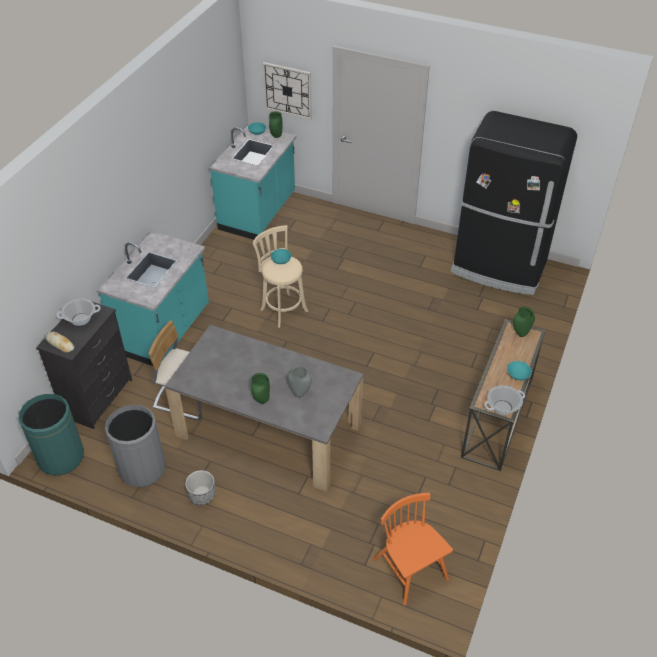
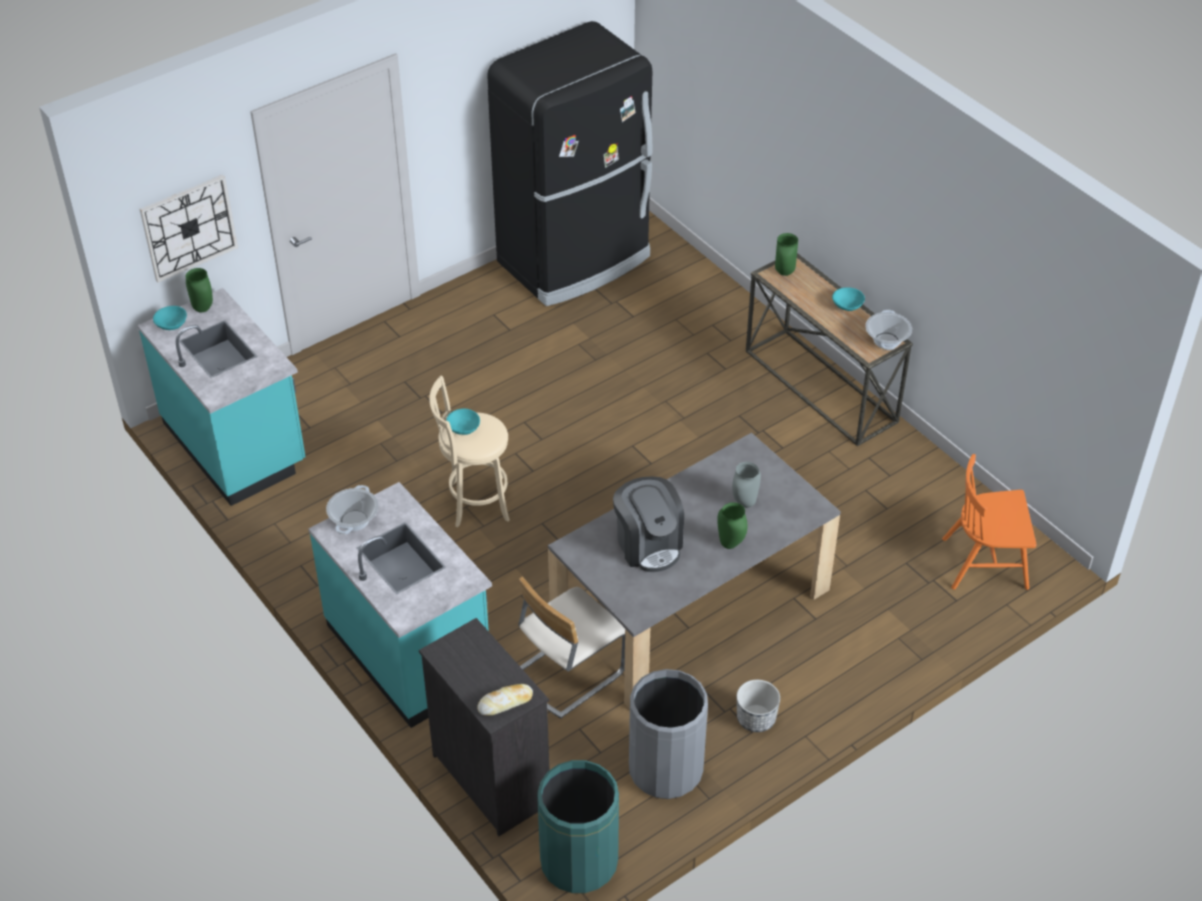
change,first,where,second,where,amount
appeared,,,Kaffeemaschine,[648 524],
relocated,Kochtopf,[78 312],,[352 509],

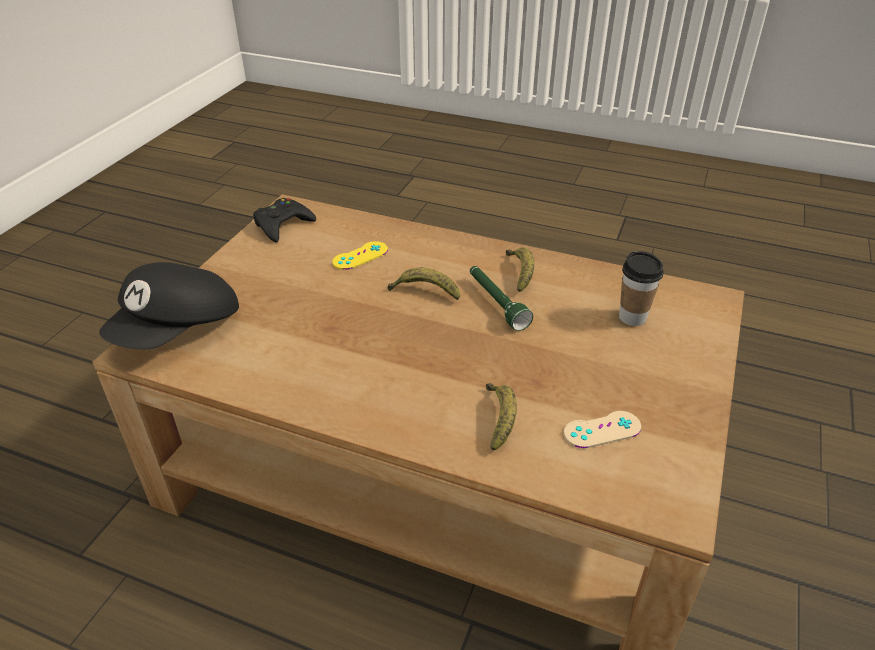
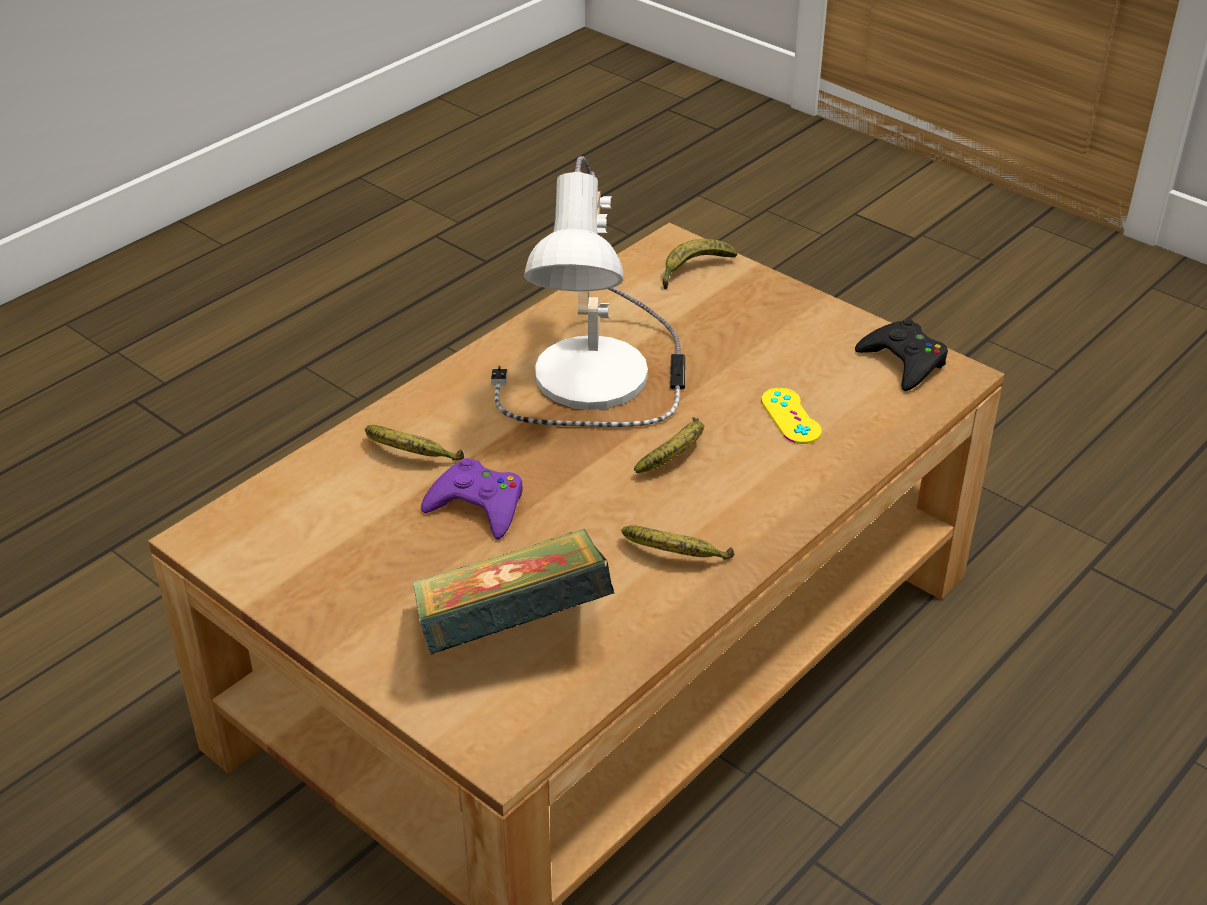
change,first,where,second,where,amount
missing,Taschenlampe [grün],[501 298],,,
missing,Gamepad [beige],[602 429],,,
appeared,,,Gamepad [lila],[472 499],
appeared,,,Tischlampe,[588 291],
exchanged,Kappe [schwarz],[169 305],Banane,[700 264],
exchanged,Tasse,[641 288],Buch,[513 592],

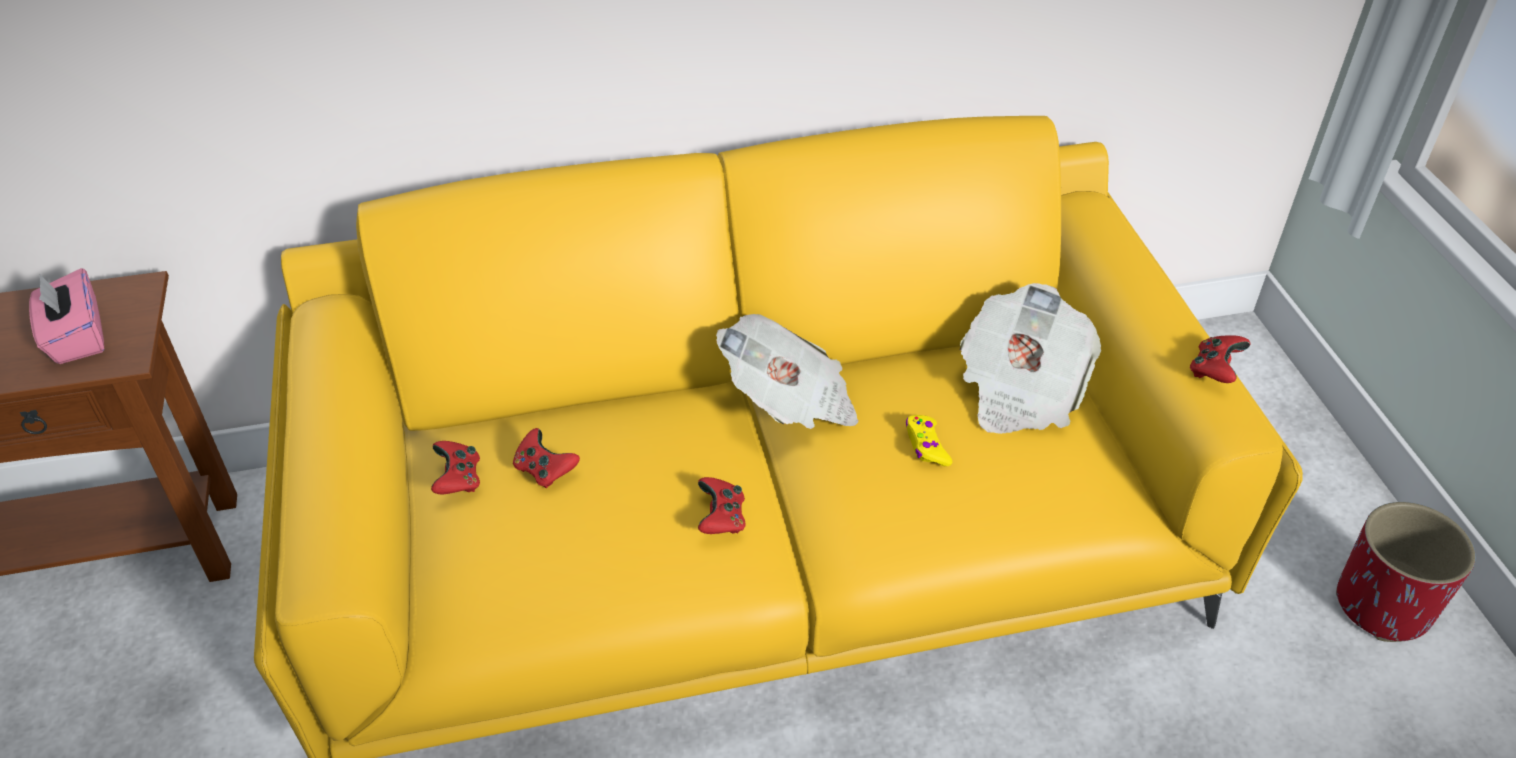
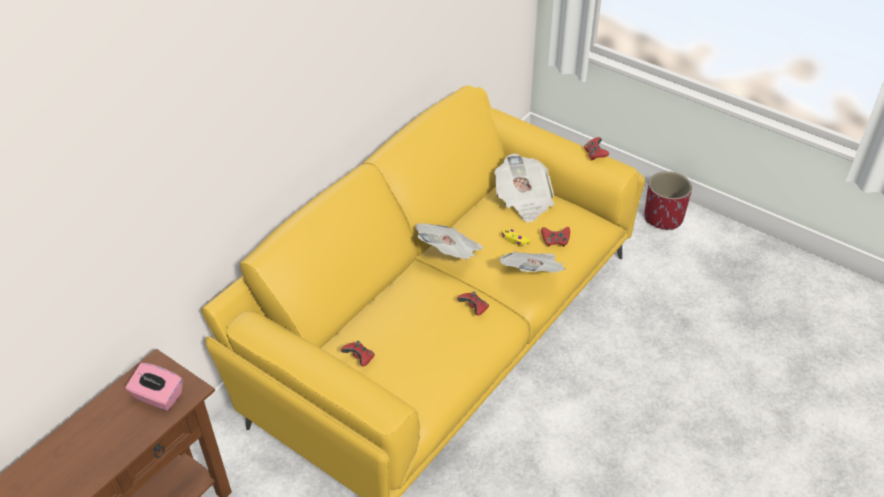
change,first,where,second,where,amount
appeared,,,Zeitung,[532 262],
relocated,Gamepad [rot],[546 458],,[555 237],

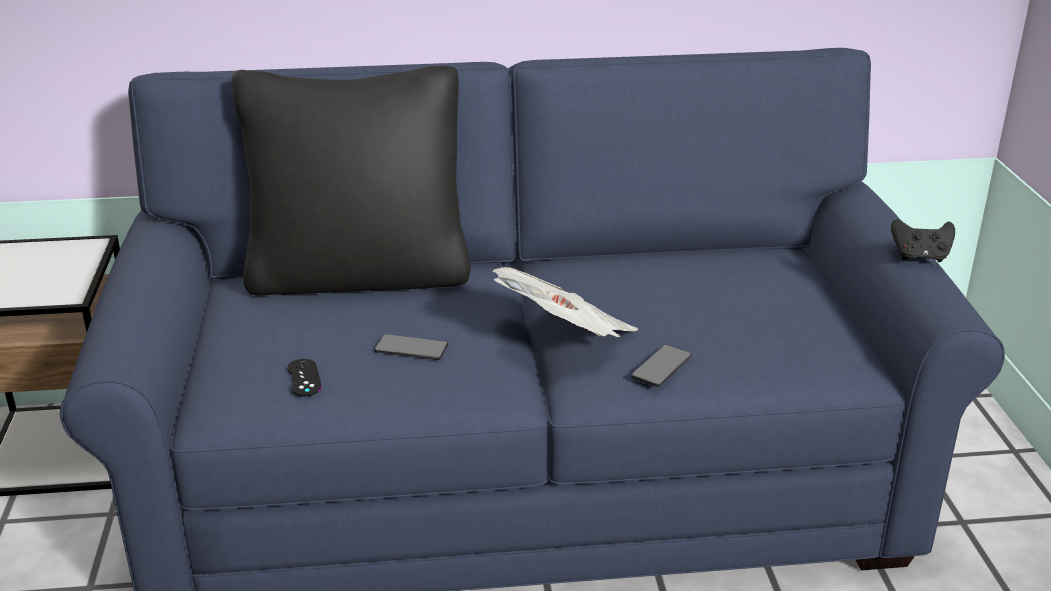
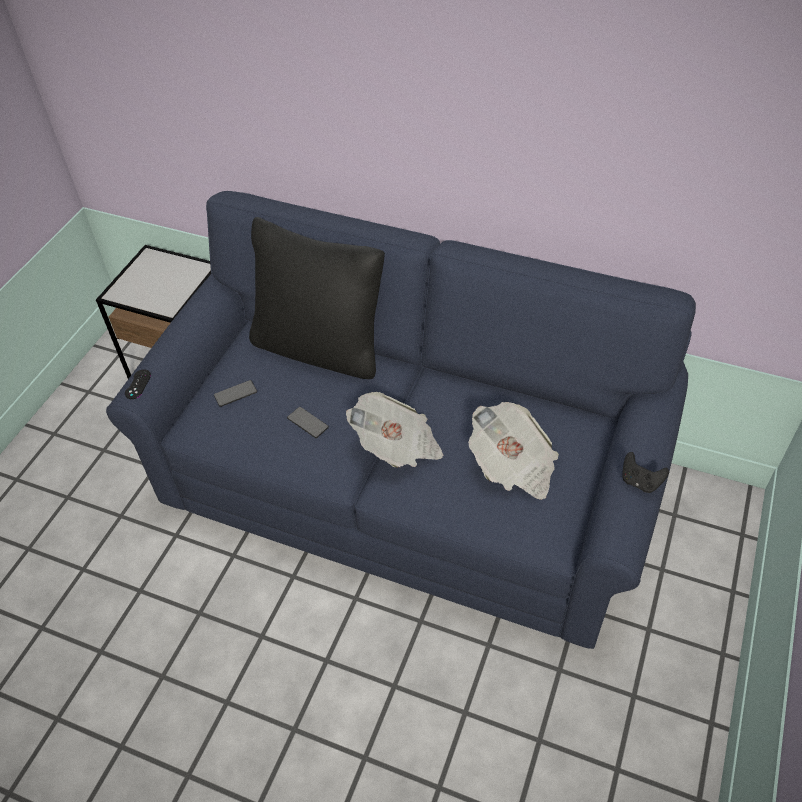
change,first,where,second,where,amount
appeared,,,Zeitung,[513 451],
relocated,Gamepad [schwarz],[304 378],,[138 384],
relocated,Handy,[661 366],,[235 393],

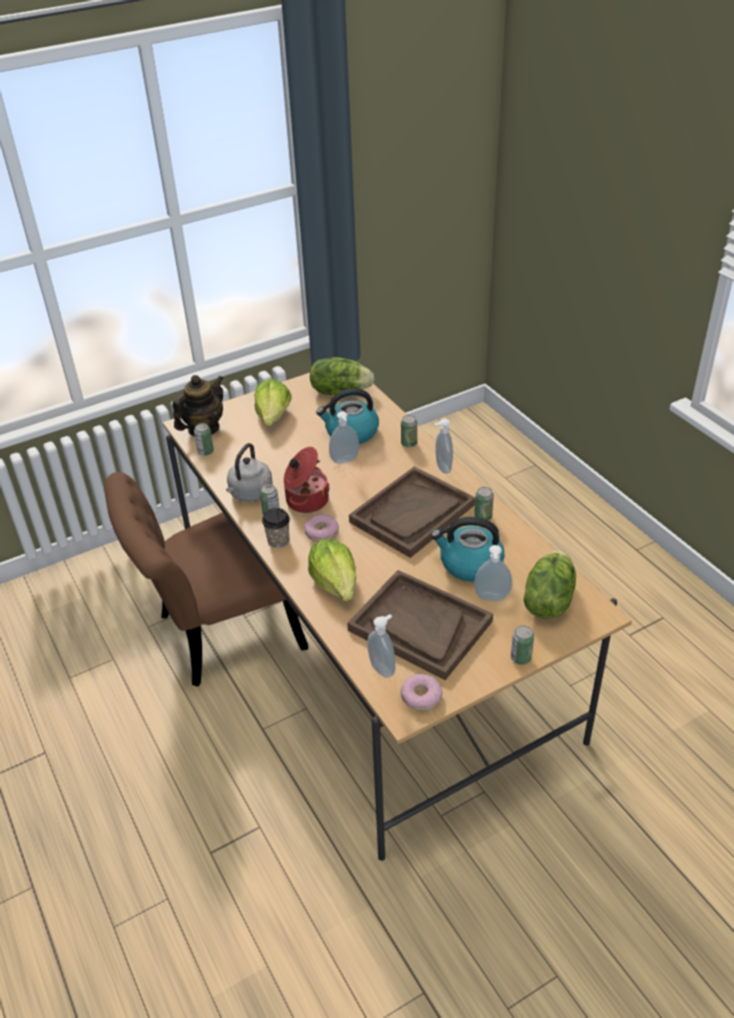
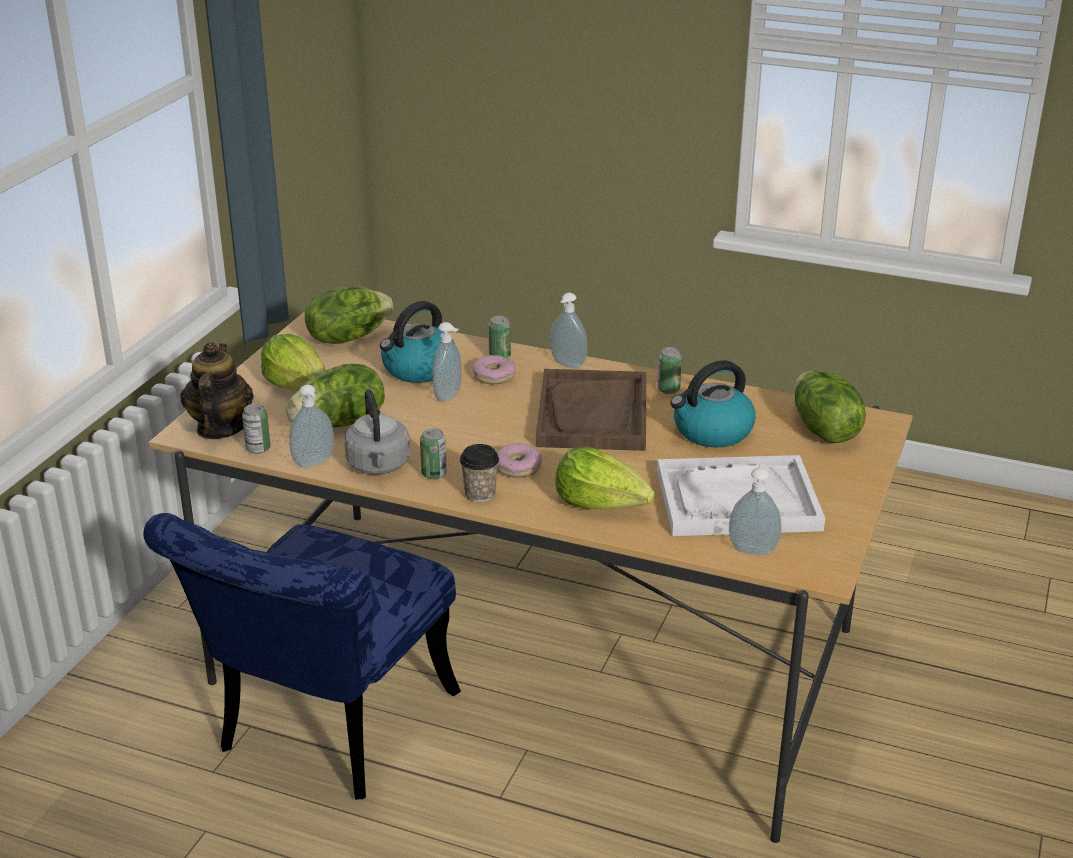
change,first,where,second,where,amount
missing,Kochtopf,[307 480],,,
missing,Dose,[522 645],,,
appeared,,,Salatkopf,[335 396],
relocated,Donut,[421 692],,[494 369],
relocated,Seifenspender,[493 573],,[311 426],
colour,Stuhl [braun],[206 579],Stuhl [blau],[302 656],
colour,Tablett [braun],[420 625],Tablett [weiß],[741 495],

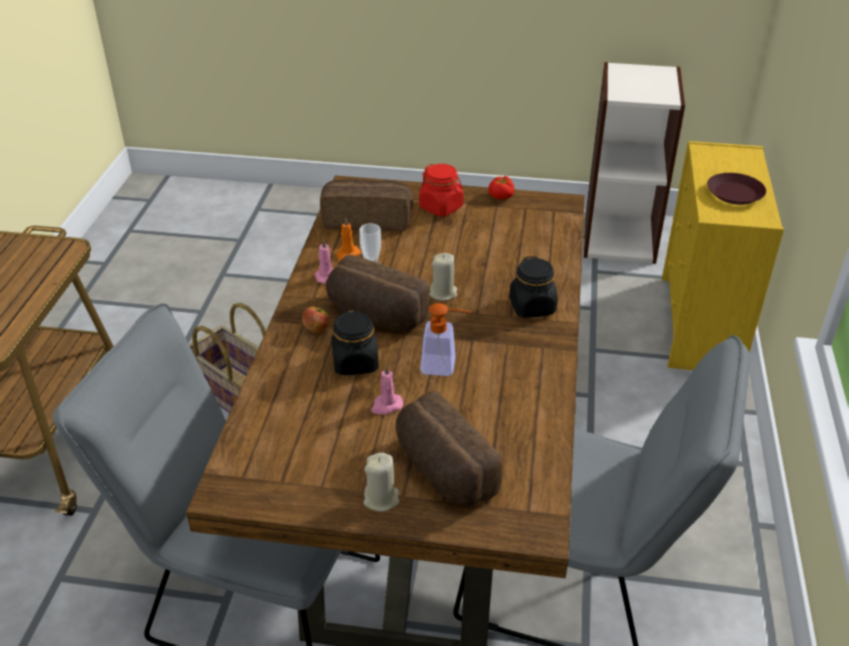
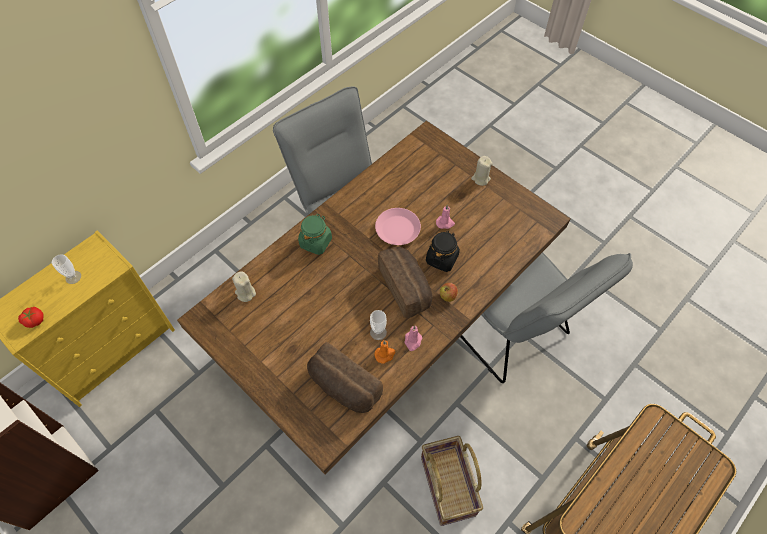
change,first,where,second,where,amount
missing,Brot,[449 448],,,
missing,Vorratsglas [rot],[441 190],,,
relocated,Kerze [beige],[443 277],,[244 287],
relocated,Tomate,[501 188],,[31 317],
exchanged,Seifenspender,[445 339],Teller [rosa],[398 226],
exchanged,Teller [braun],[736 189],Tasse,[66 269],
colour,Vorratsglas [schwarz],[533 287],Vorratsglas [grün],[315 234],

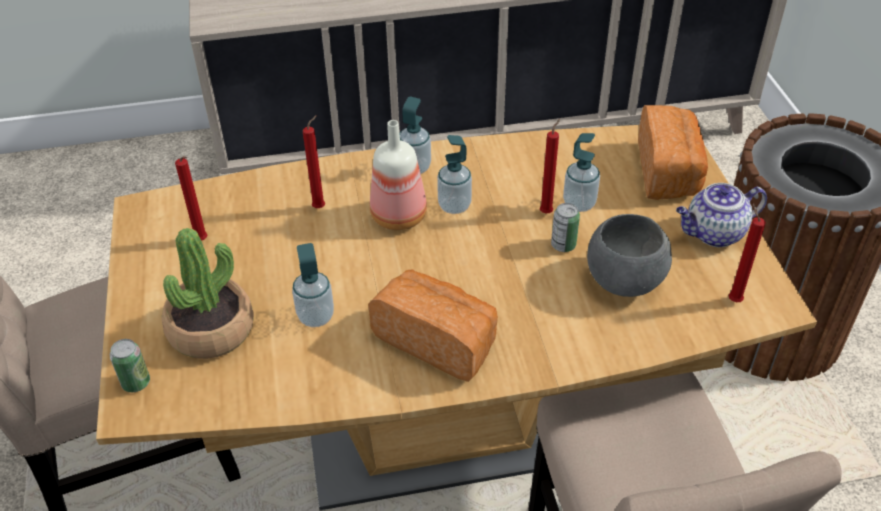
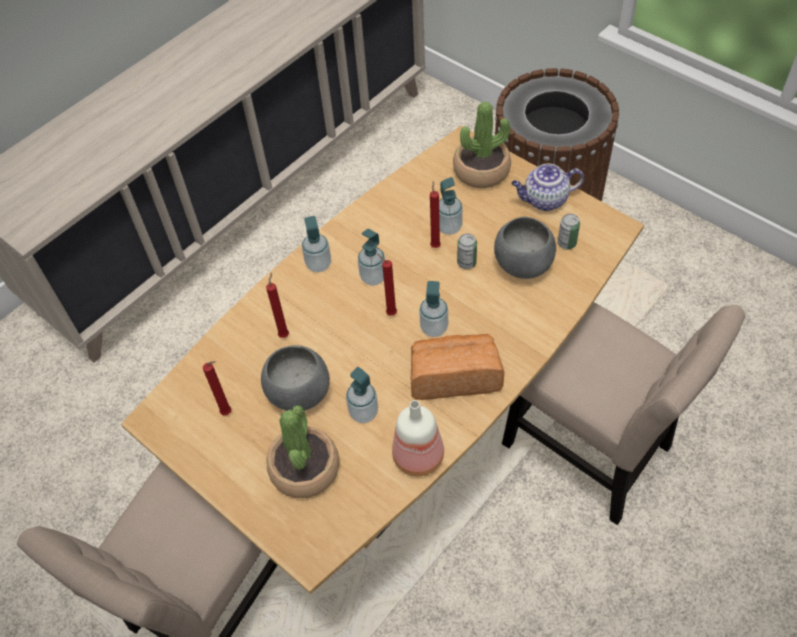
change,first,where,second,where,amount
appeared,,,Schüssel [grau],[295 378],
appeared,,,Seifenspender,[433 309],
relocated,Dose,[130 365],,[569 231],
relocated,Flasche,[398 175],,[418 438],
relocated,Kerze [rot],[747 253],,[387 285],
exchanged,Brot,[673 152],Topfpflanze,[482 145],
spun,Teekanne,[721 215],,[547 187],45 degrees clockwise

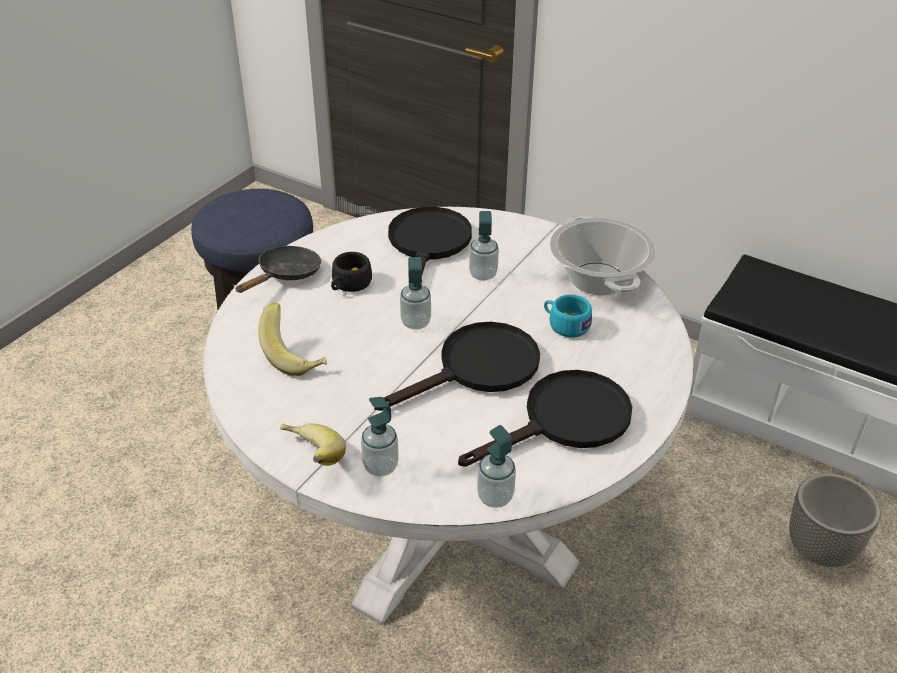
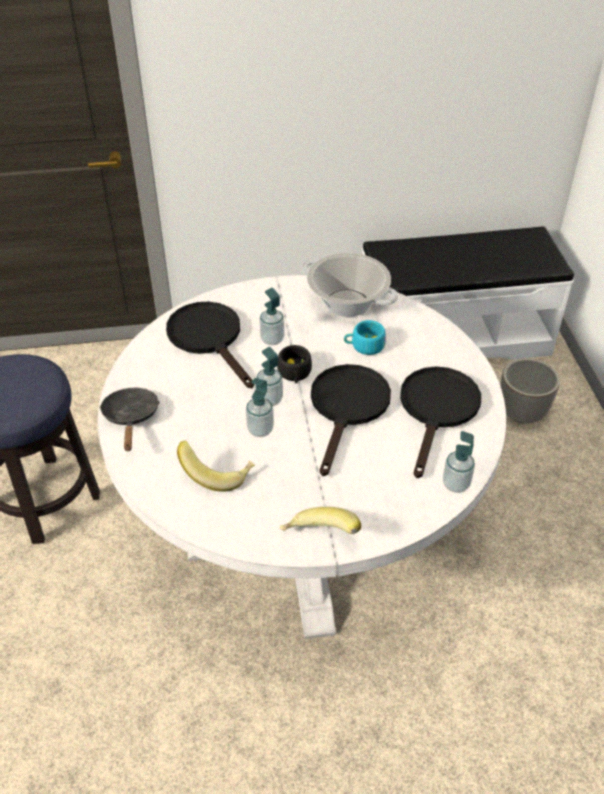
change,first,where,second,where,amount
relocated,Tasse [schwarz],[351 272],,[294 364],
relocated,Seifenspender,[380 436],,[260 407],

